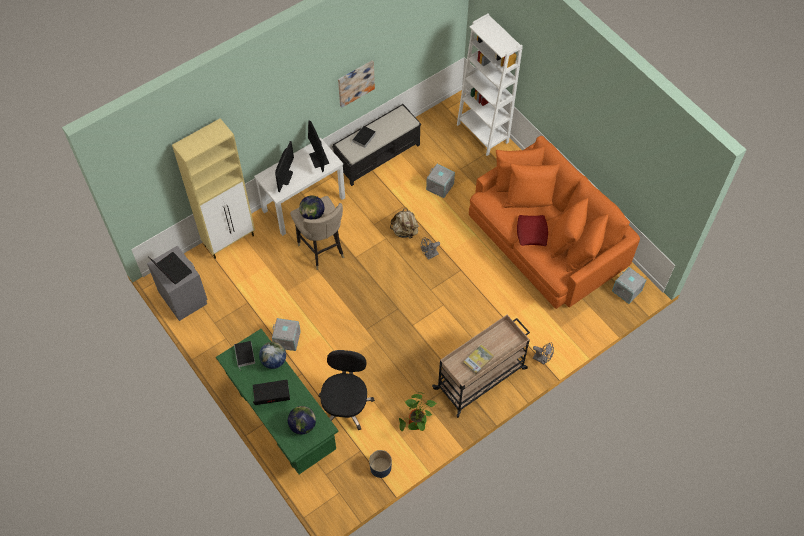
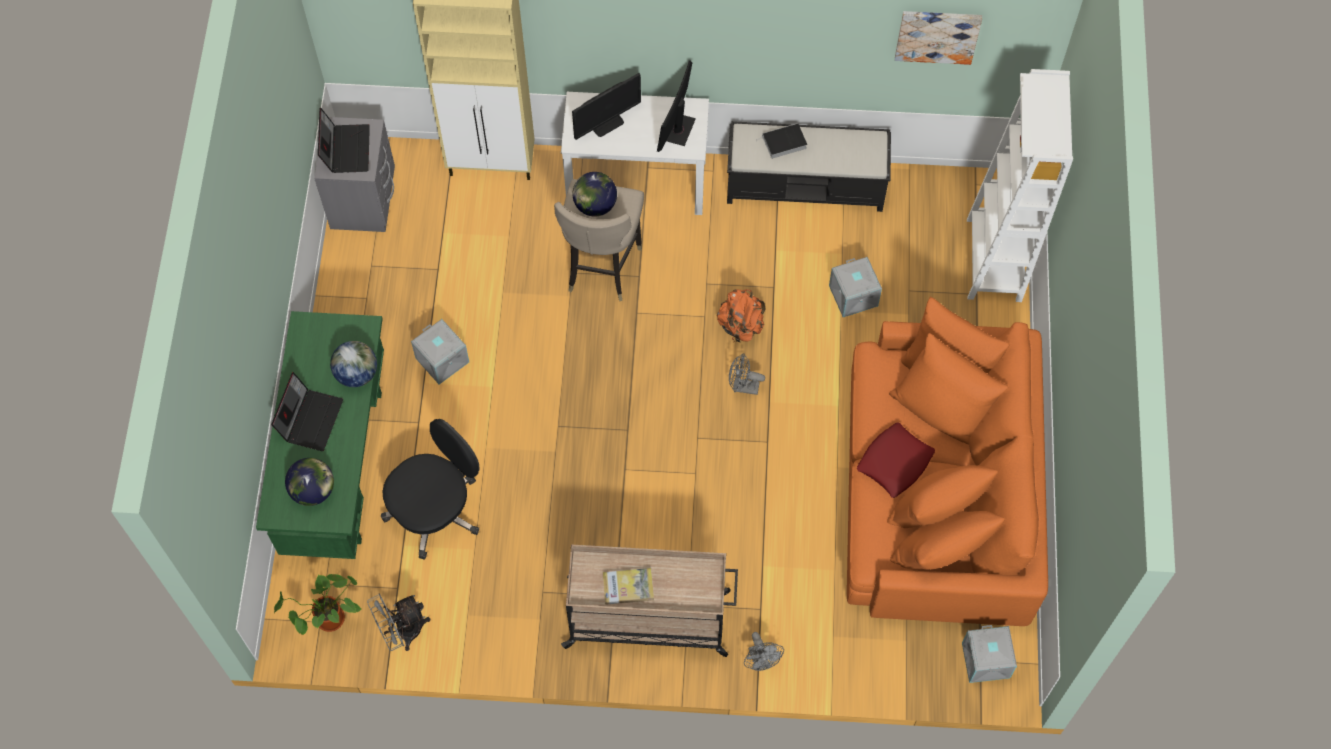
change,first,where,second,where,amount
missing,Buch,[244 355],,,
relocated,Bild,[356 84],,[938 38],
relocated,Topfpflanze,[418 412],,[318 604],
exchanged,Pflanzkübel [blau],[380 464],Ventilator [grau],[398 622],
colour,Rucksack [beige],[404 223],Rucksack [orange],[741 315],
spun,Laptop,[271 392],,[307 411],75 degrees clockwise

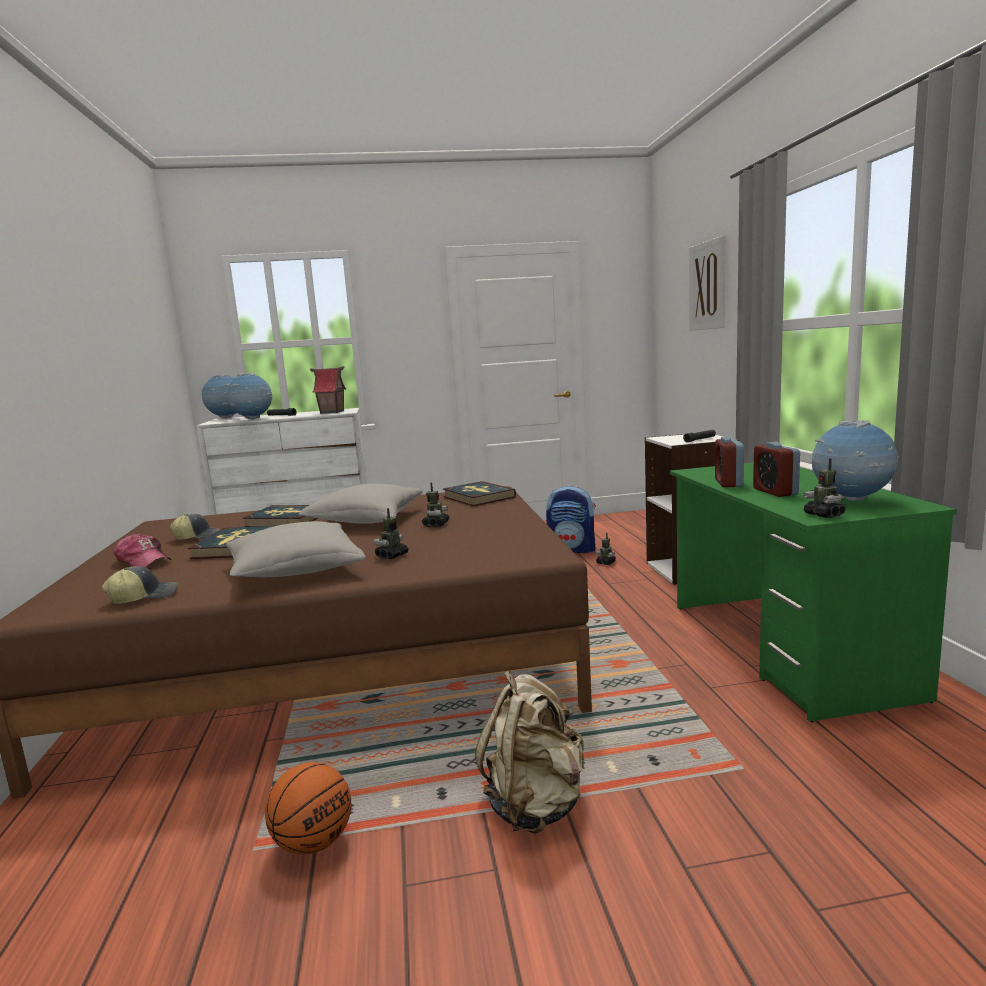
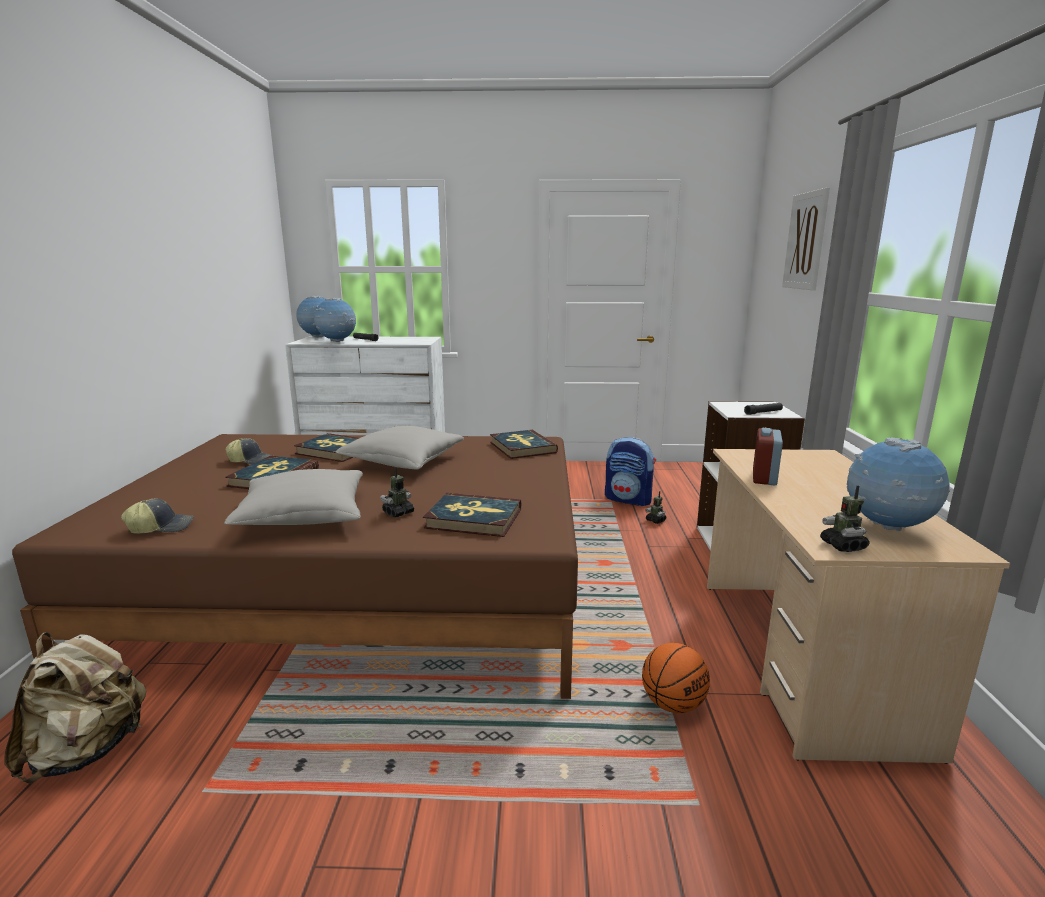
change,first,where,second,where,amount
missing,Kappe,[142 550],,,
missing,Spielzeughaus,[328 390],,,
missing,Spielzeugroboter,[436 504],,,
missing,Wecker,[776 469],,,
appeared,,,Buch,[472 515],
relocated,Basketball,[308 808],,[676 678],
relocated,Rucksack [beige],[530 752],,[75 707],
colour,Schreibtisch [grün],[813 592],Schreibtisch [beige],[858 606],

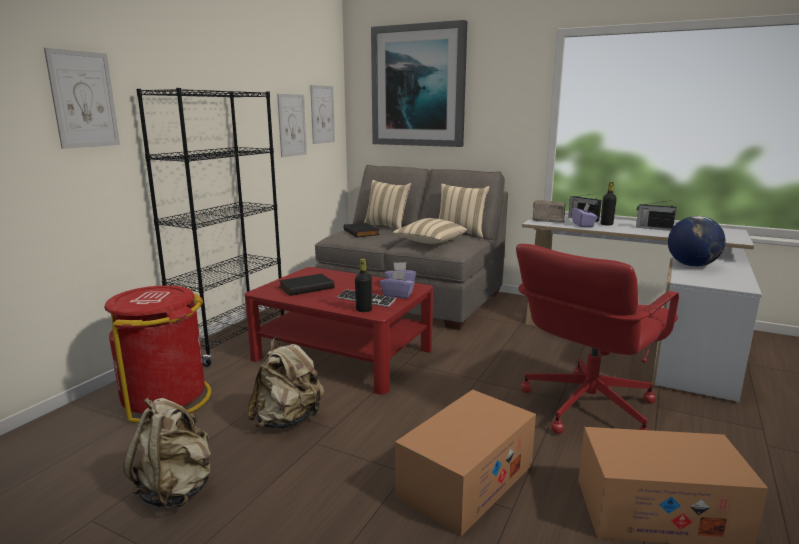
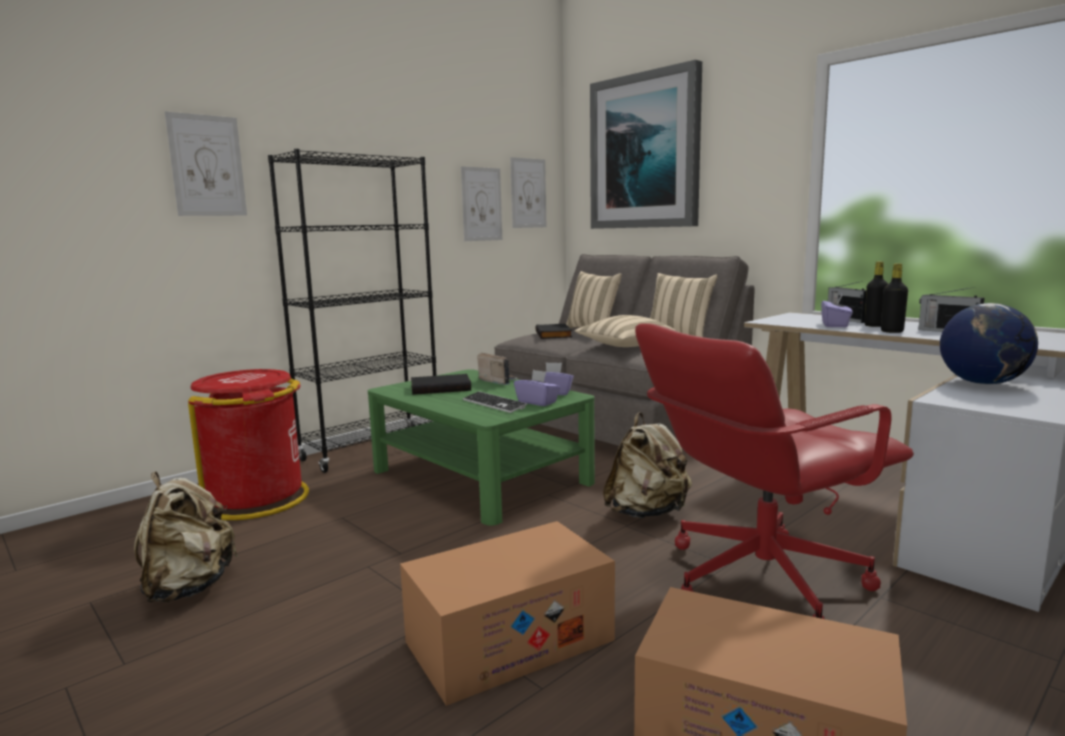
change,first,where,second,where,amount
relocated,Rucksack [beige],[285 383],,[647 465],
relocated,Flasche [schwarz],[363 285],,[894 298],
relocated,Radio,[549 211],,[497 369],
colour,Couchtisch [rot],[338 331],Couchtisch [grün],[481 447],

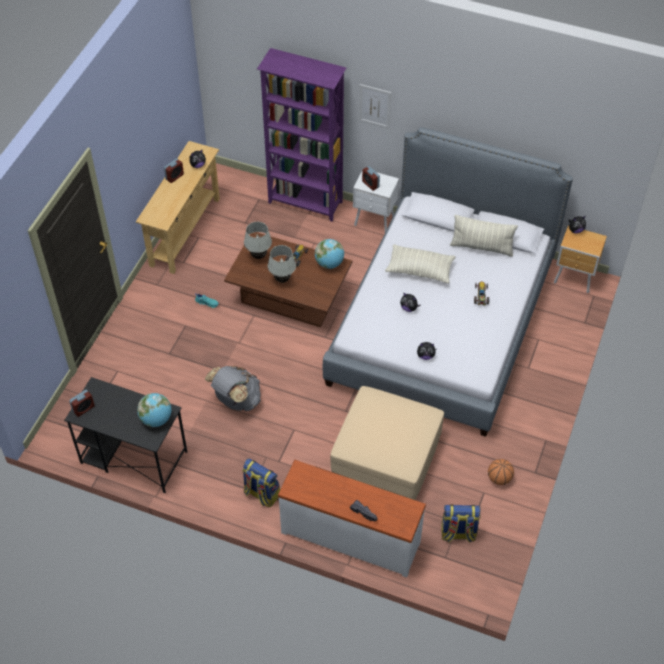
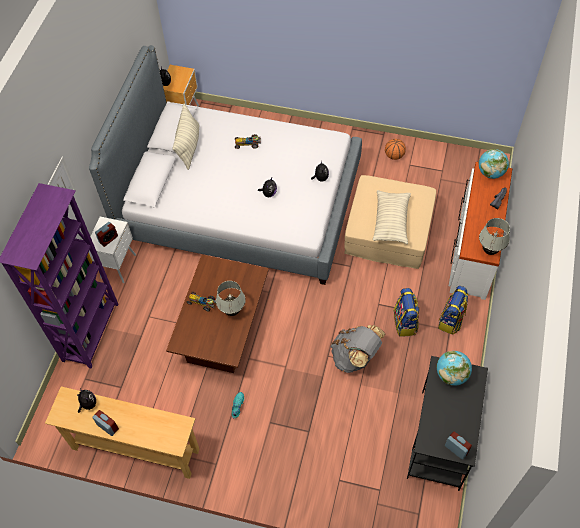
change,first,where,second,where,amount
relocated,Tischlampe [weiß],[258 240],,[494 236],
relocated,Globus,[329 254],,[494 164],
relocated,Kissen,[420 264],,[392 217],
relocated,Rucksack,[461 524],,[406 312],

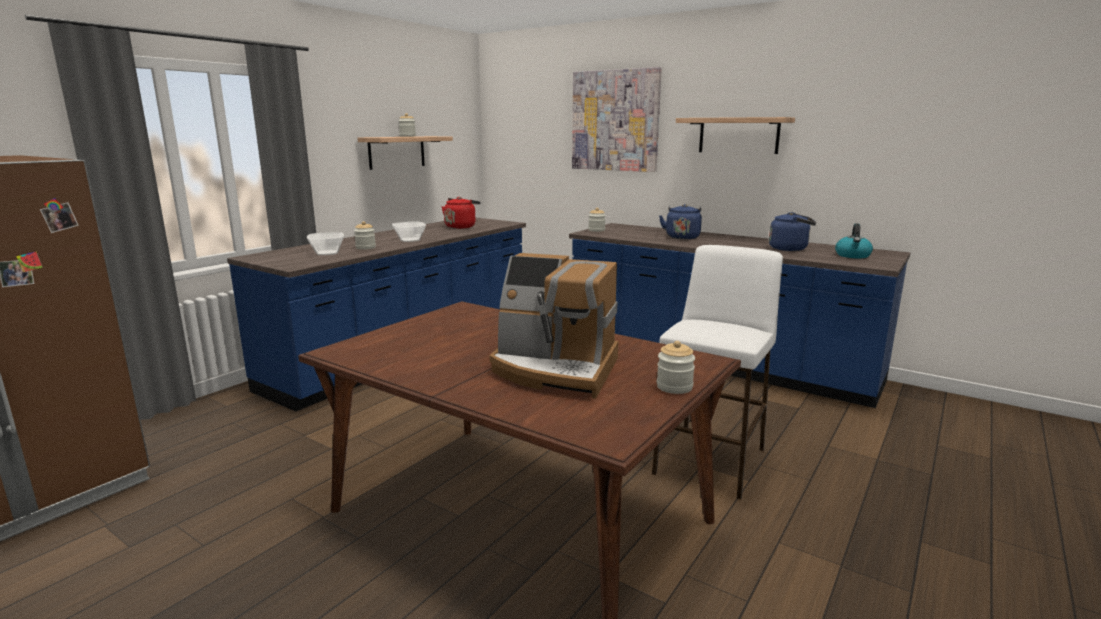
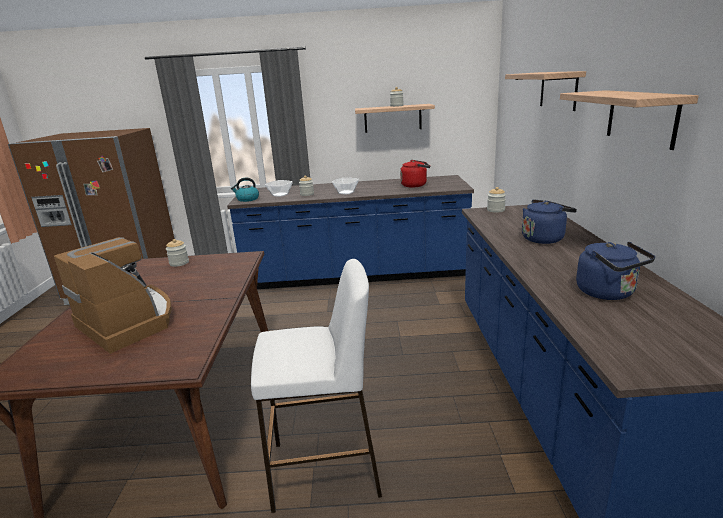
change,first,where,second,where,amount
relocated,Vorratsglas,[676 367],,[177 253],
relocated,Wasserkessel,[854 240],,[245 190],
exchanged,Bild,[617 119],Wandregal,[545 91],
spun,Kaffeemaschine,[553 326],,[113 295],150 degrees clockwise

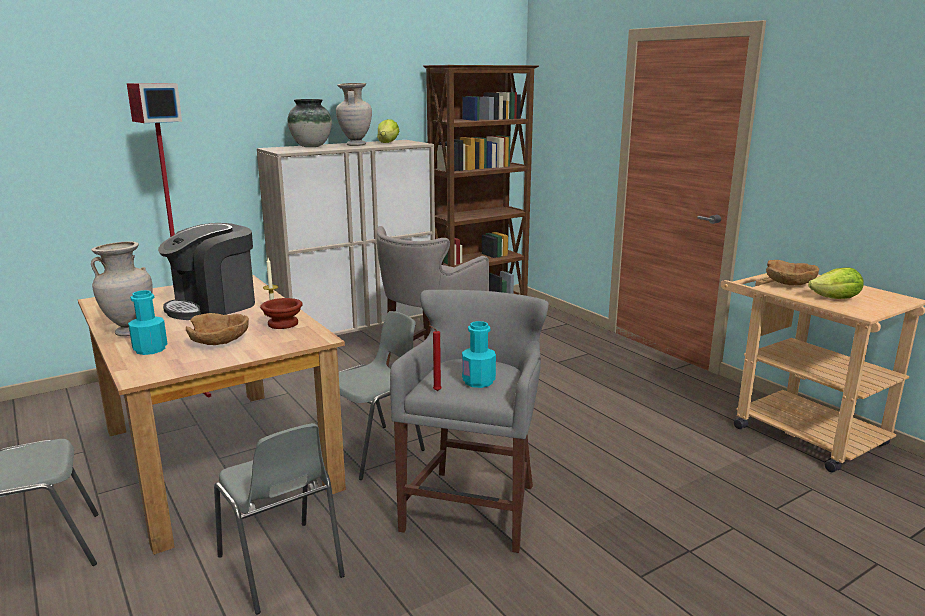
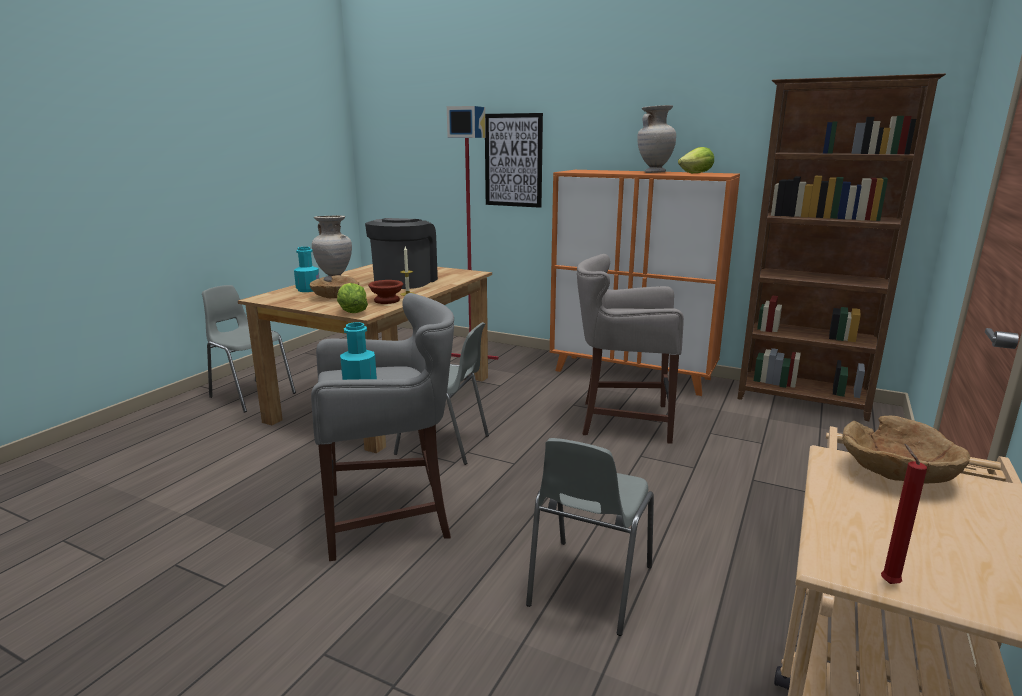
change,first,where,second,where,amount
missing,Vase,[310 123],,,
appeared,,,Bild,[514 160],
relocated,Stuhl [grau],[279 519],,[590 537],
relocated,Kerze [rot],[435 358],,[904 514],
relocated,Salatkopf,[836 283],,[352 298],
colour,Schrank [beige],[346 238],Schrank [orange],[645 283],
spun,Kaffeemaschine,[206 271],,[401 253],90 degrees clockwise

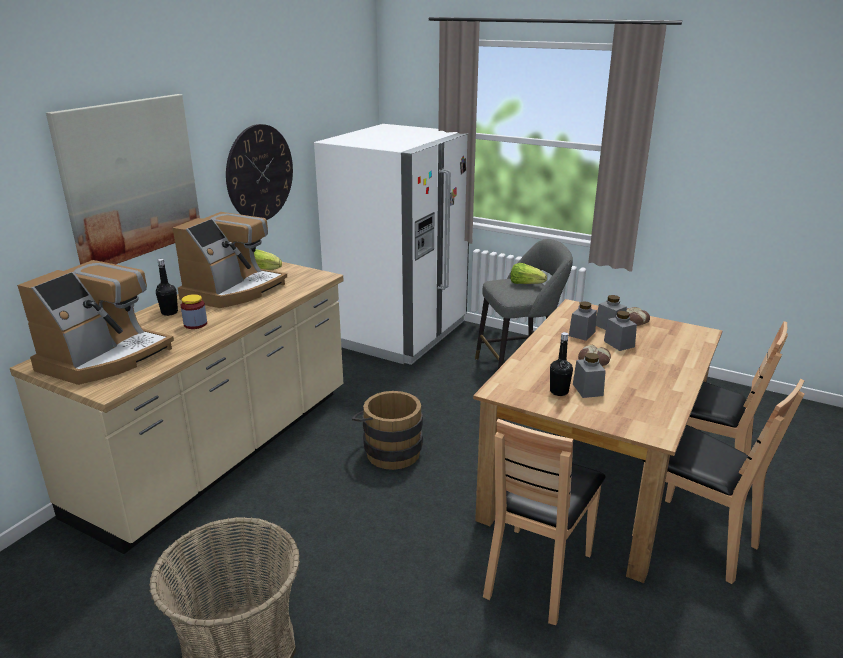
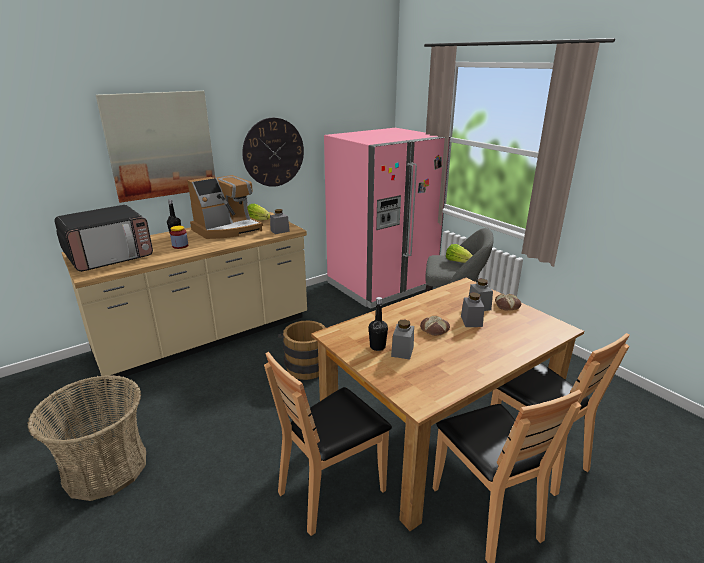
change,first,where,second,where,amount
relocated,Vorratsglas [grau],[583 321],,[280 221],
exchanged,Kaffeemaschine,[95 322],Mikrowelle,[103 238],
colour,Kühlschrank [weiß],[391 244],Kühlschrank [rosa],[387 218],

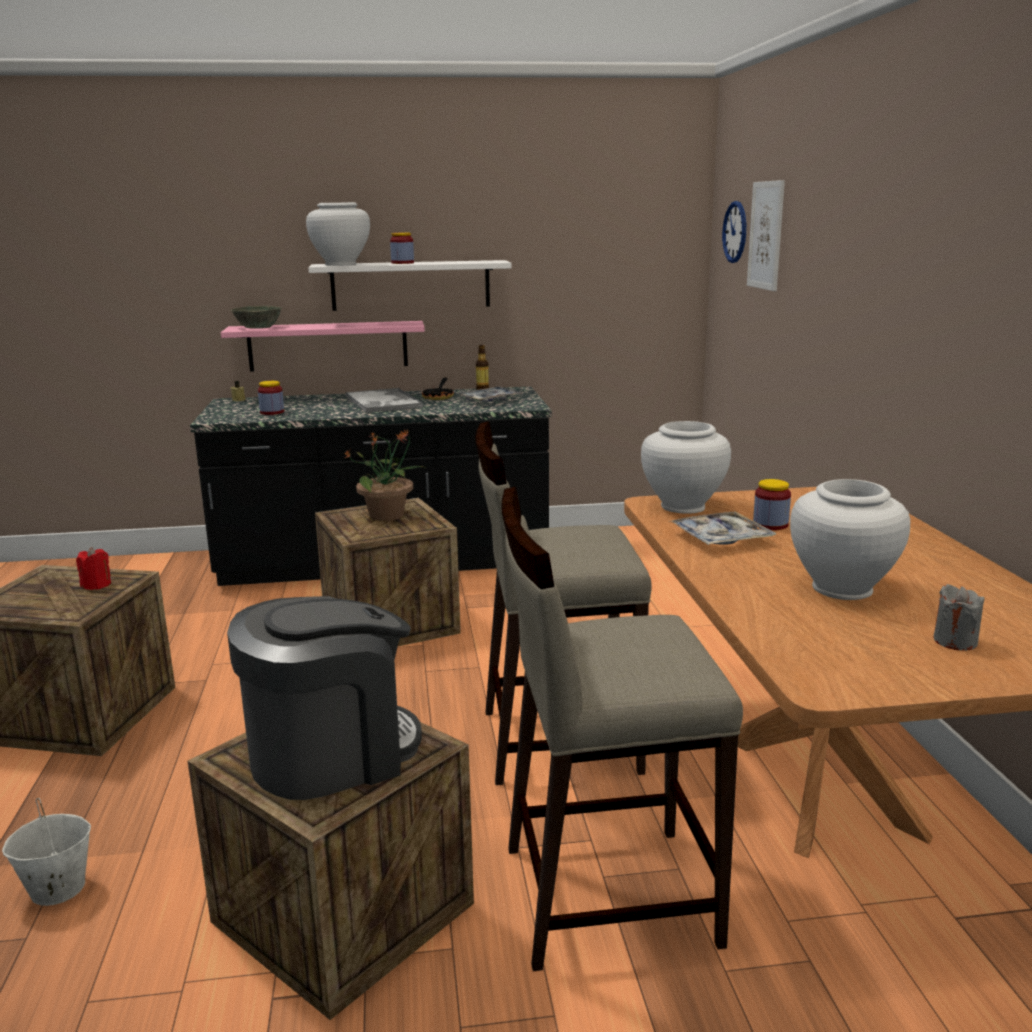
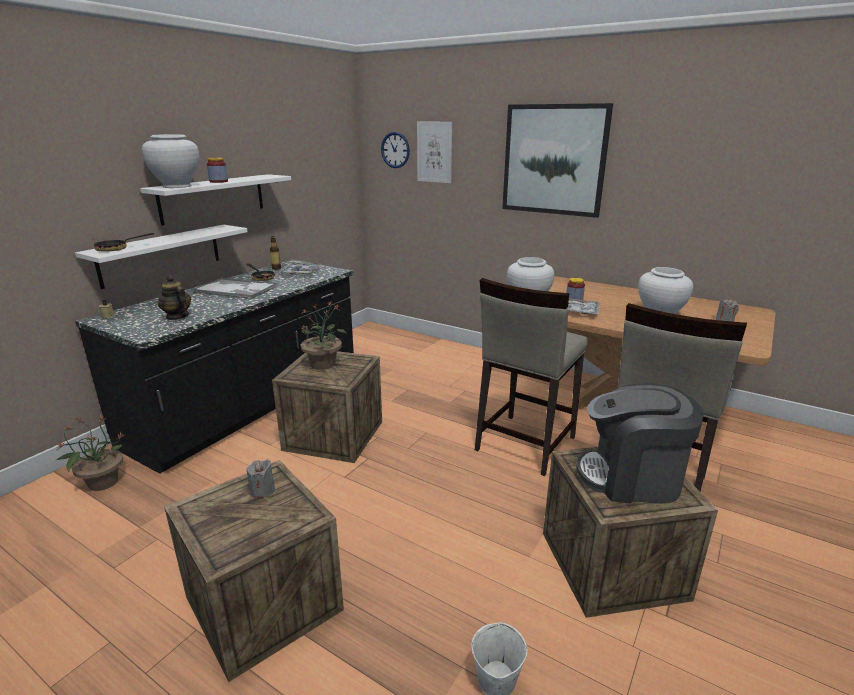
change,first,where,second,where,amount
appeared,,,Topfpflanze,[90 453],
appeared,,,Bild,[557 160],
exchanged,Schüssel [grau],[256 317],Pfanne,[124 242],
exchanged,Vorratsglas,[271 398],Teekanne,[174 297],
colour,Kerze [rot],[93 568],Kerze [grau],[261 479],
colour,Wandregal [rosa],[323 346],Wandregal [weiß],[161 257],
spun,Kaffeemaschine,[324 698],,[640 443],90 degrees counterclockwise

